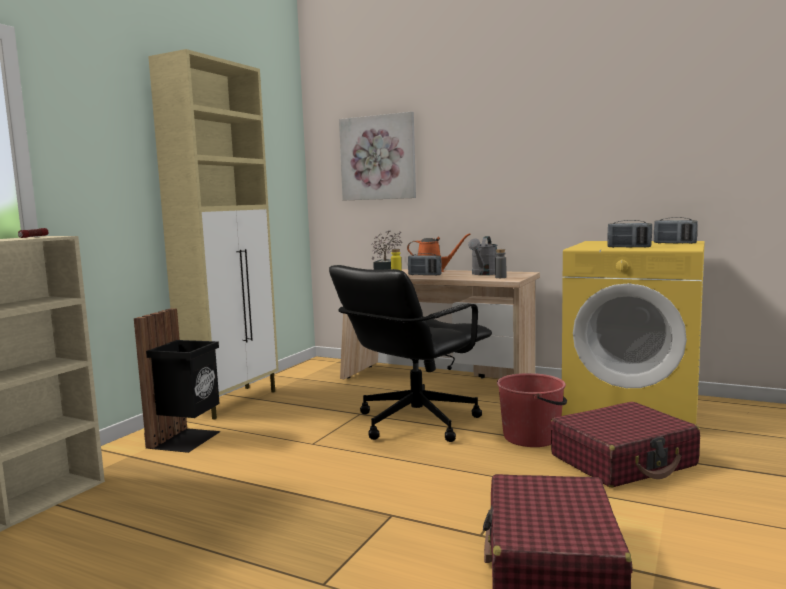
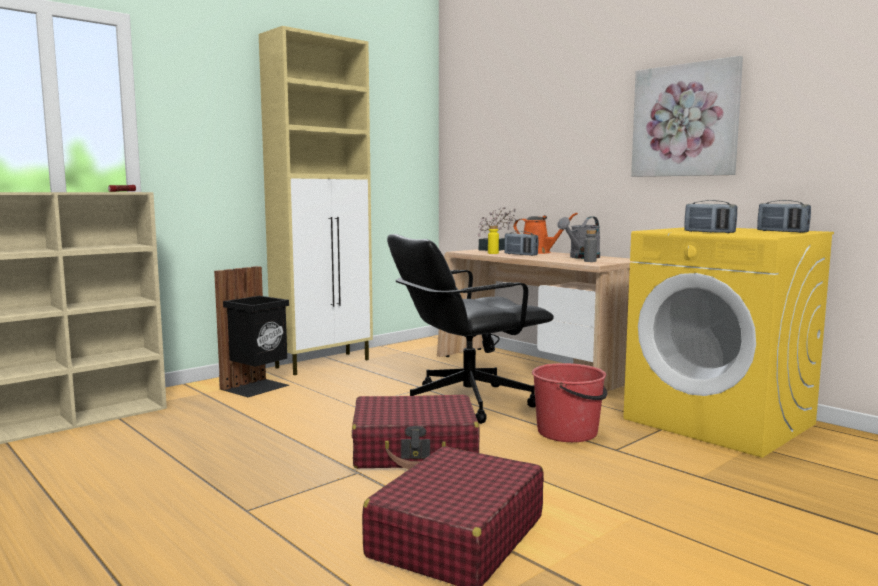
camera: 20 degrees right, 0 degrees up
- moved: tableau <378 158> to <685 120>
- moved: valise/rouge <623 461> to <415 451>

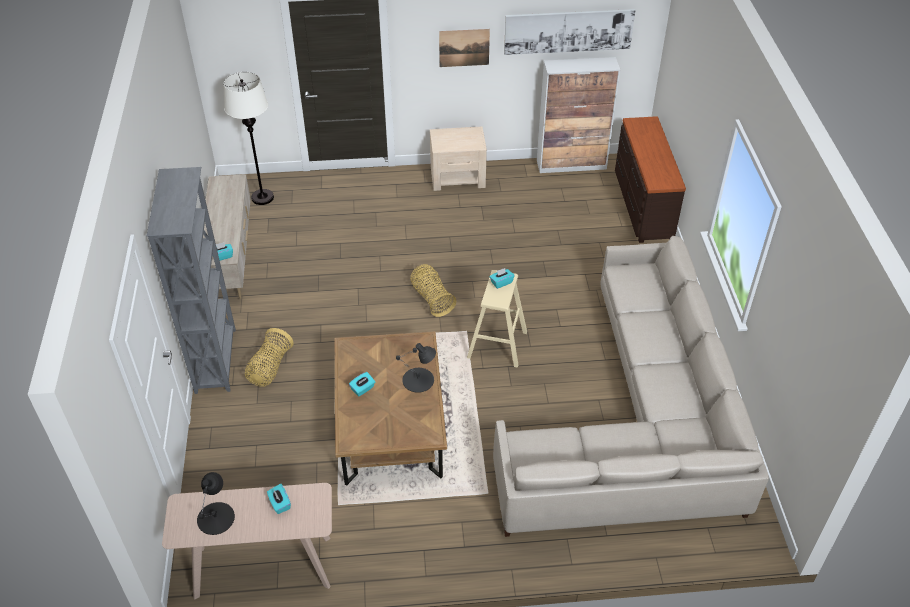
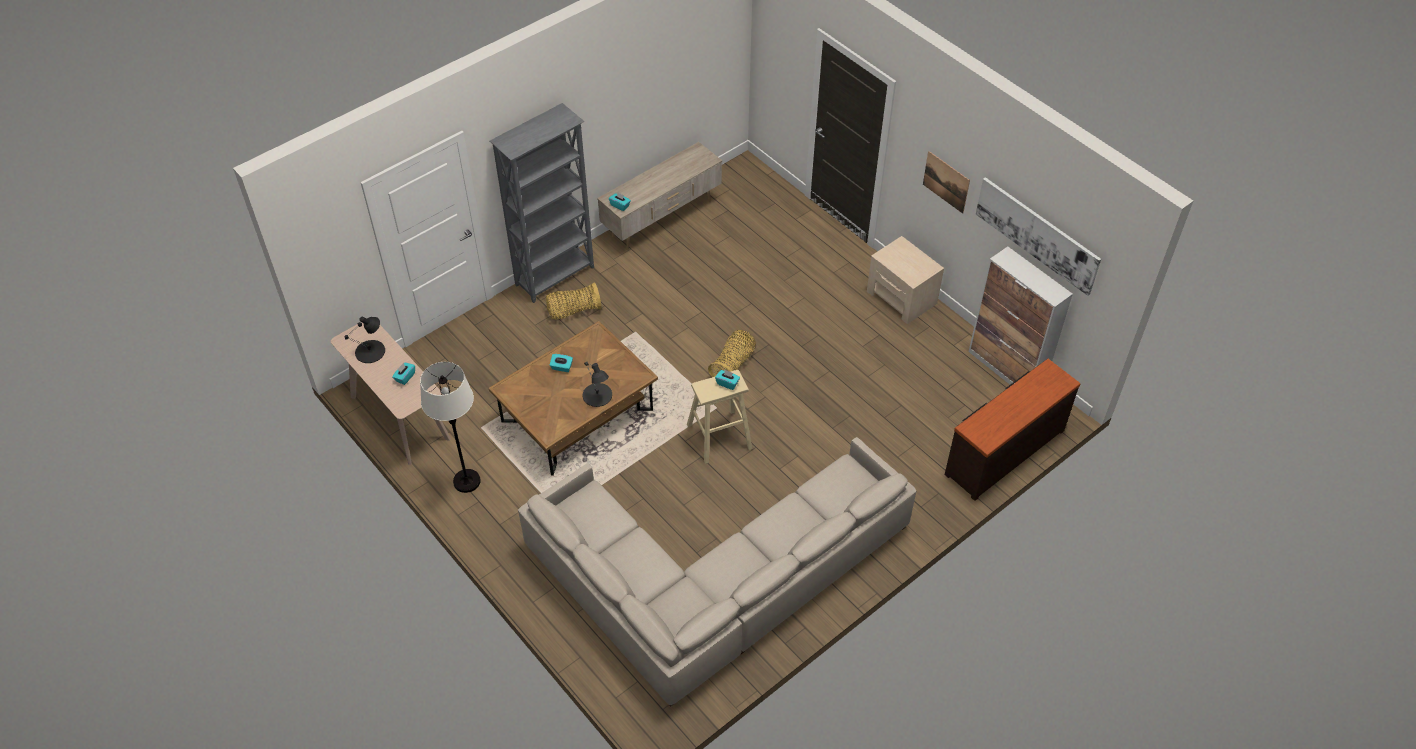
camera: 55 degrees right, 5 degrees up
- moved: lampadaire/blanc <262 197> to <467 481>

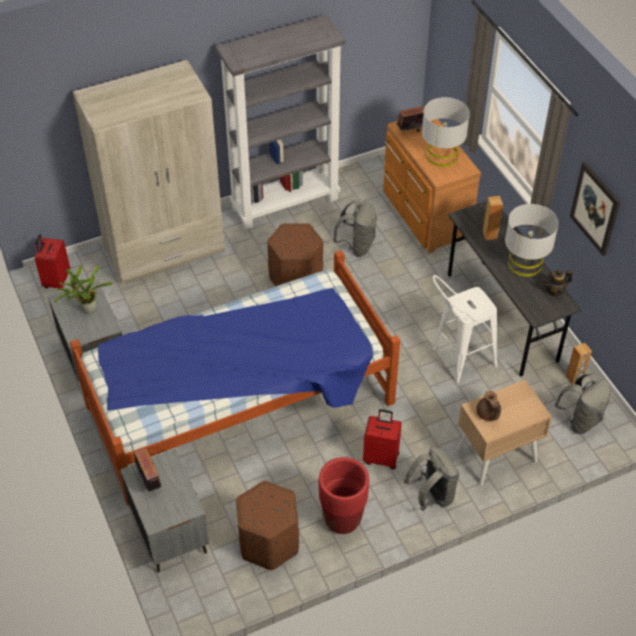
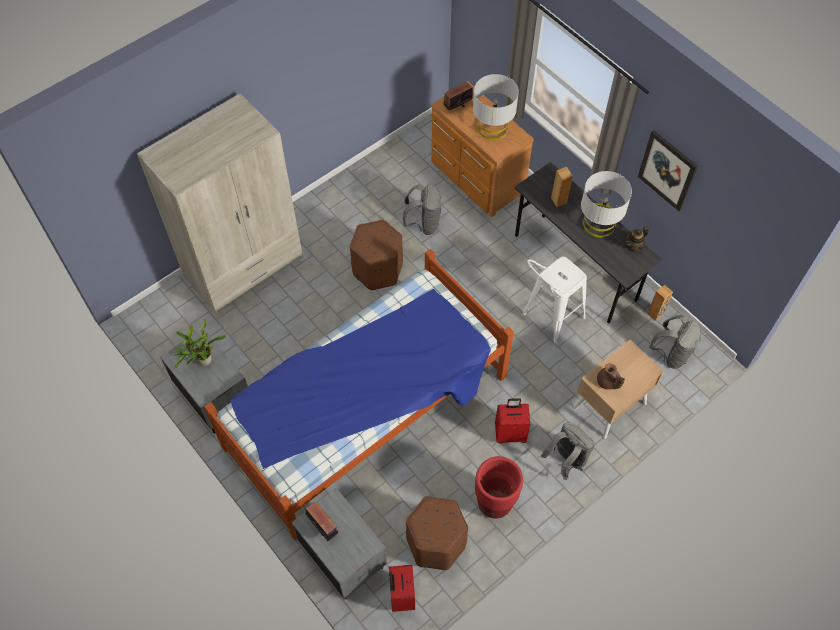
camera: 15 degrees left, 10 degrees up
- removed: bibliothèque/gris <285 203>
- moved: valise/rouge <56 280> to <401 595>

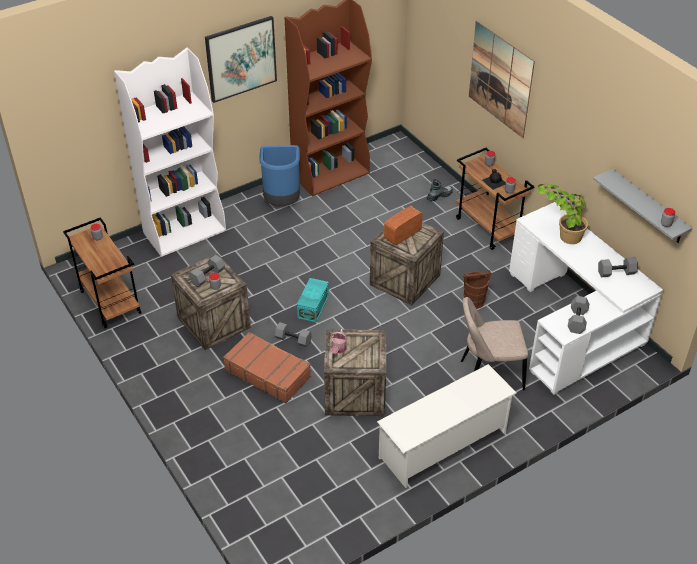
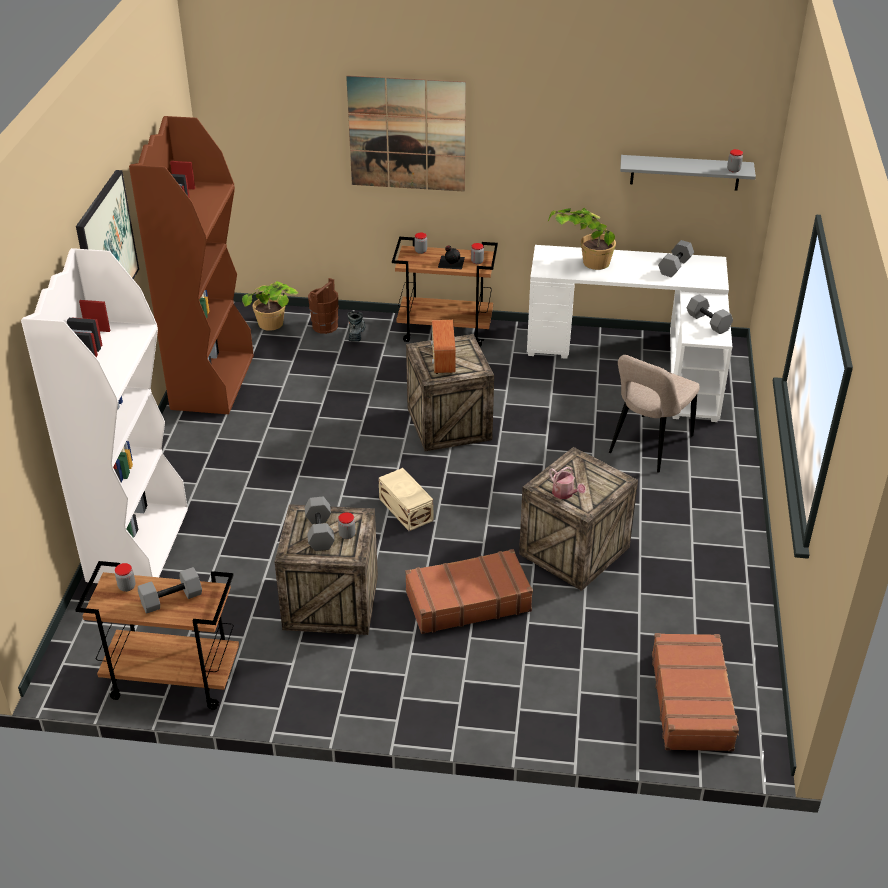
camera: 50 degrees left, 5 degrees down
- removed: poubelle/bleu <282 202>
- moved: seau/marron <474 301> to <325 326>
- recoloured: boîte de rangement/turquoise <312 307> to boîte de rangement/beige <405 510>
- moved: haltère/gris <294 339> to <172 598>
- removed: étagère à chaussures/blanc <443 445>
- added: plante en pot <275 330>
- added: valise/marron <692 701>

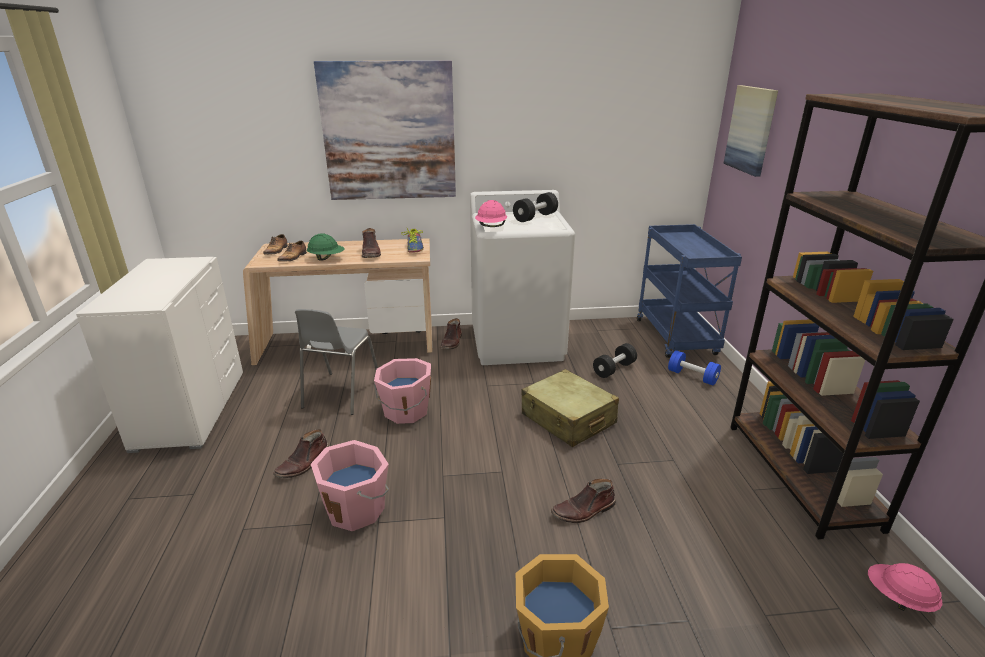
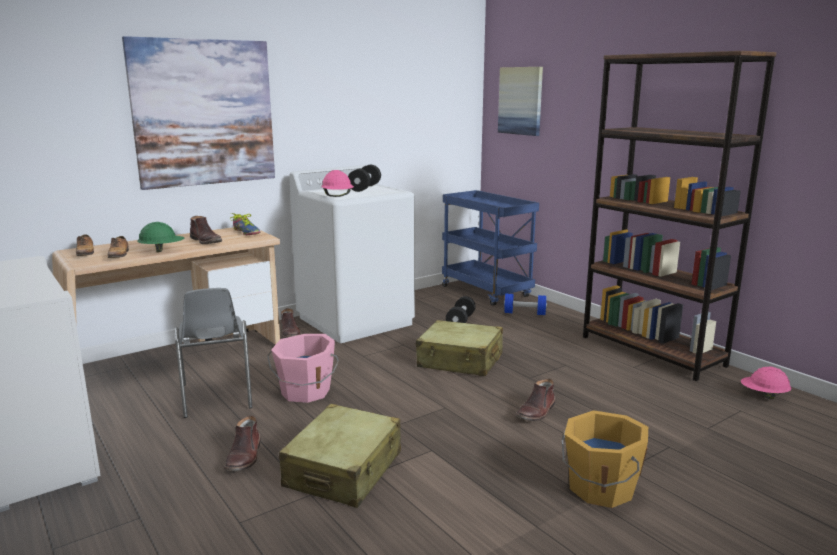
camera: 30 degrees left, 10 degrees down
- replaced: seau/rose <357 509> to valise/beige <344 470>

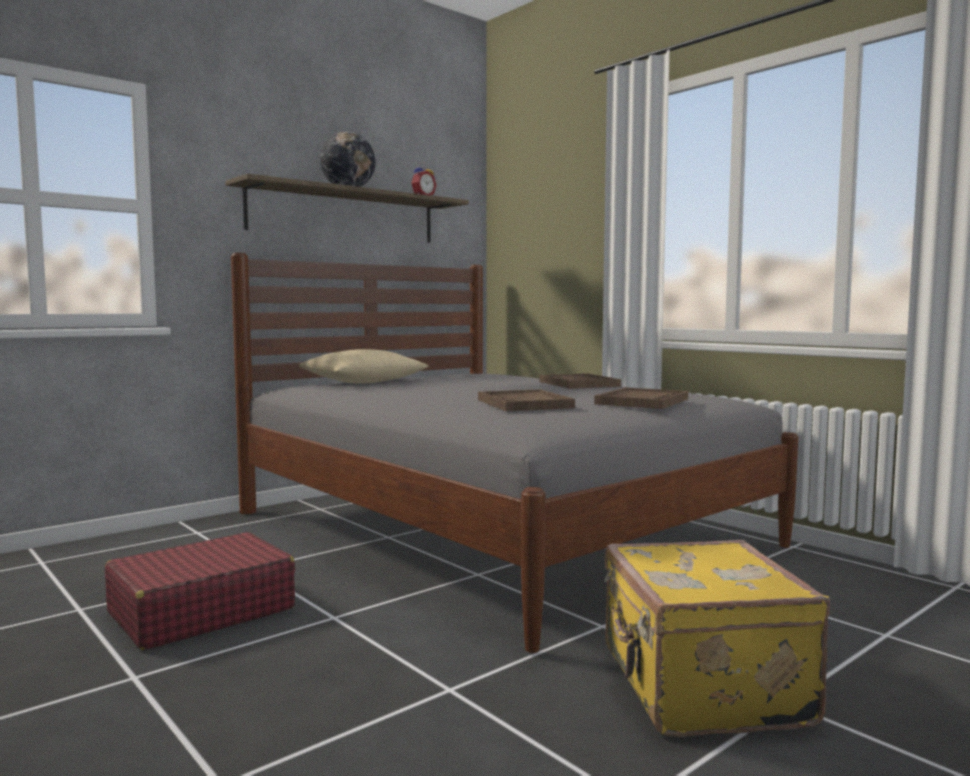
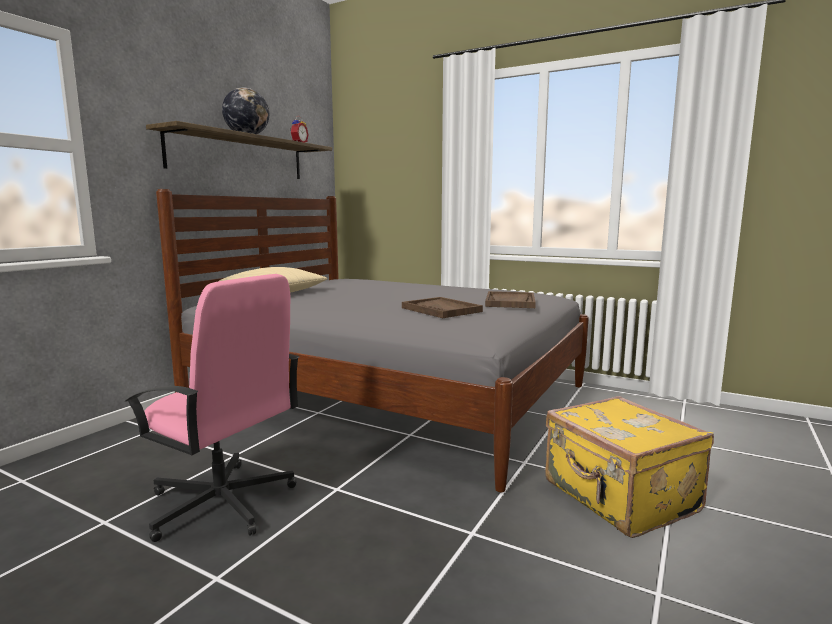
camera: 20 degrees left, 5 degrees up
- removed: plateau/marron <578 384>
- replaced: valise/rouge <201 611> to chaise de bureau/rose <222 503>

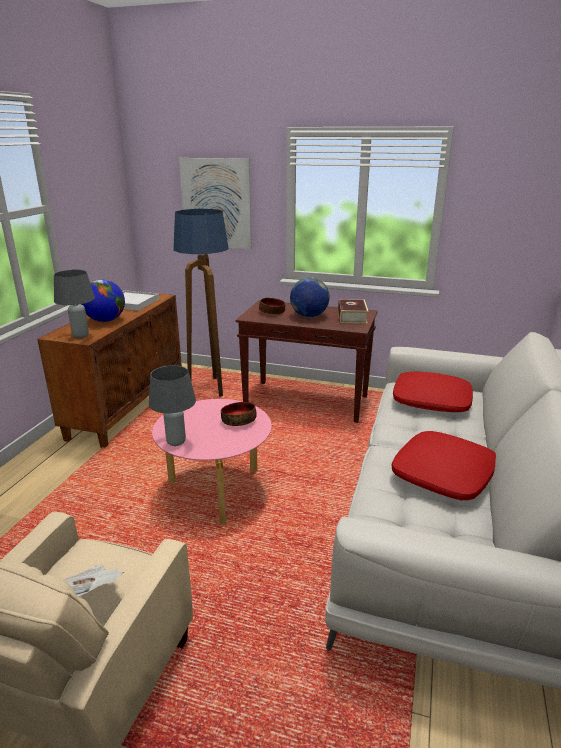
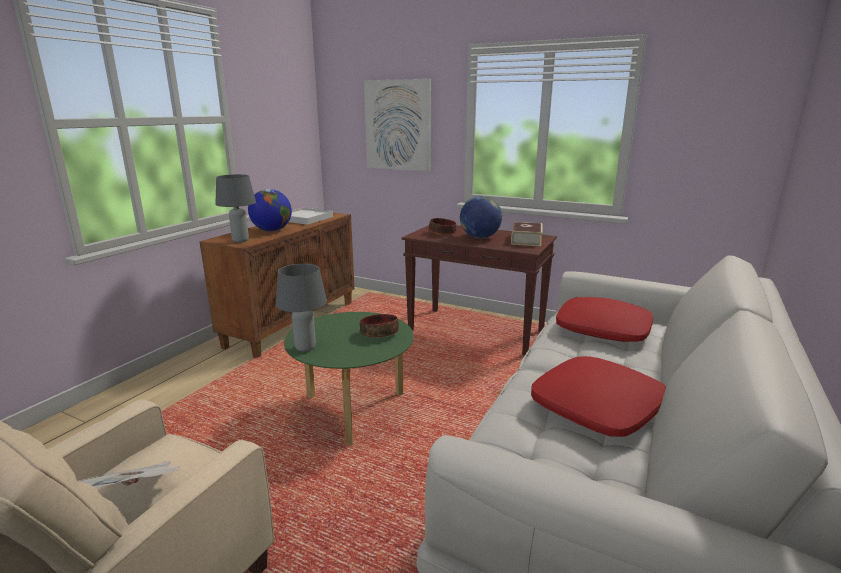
camera: 10 degrees right, 5 degrees down
- removed: lampadaire <209 387>
- recoloured: table basse/rose <216 491> to table basse/vert <353 410>

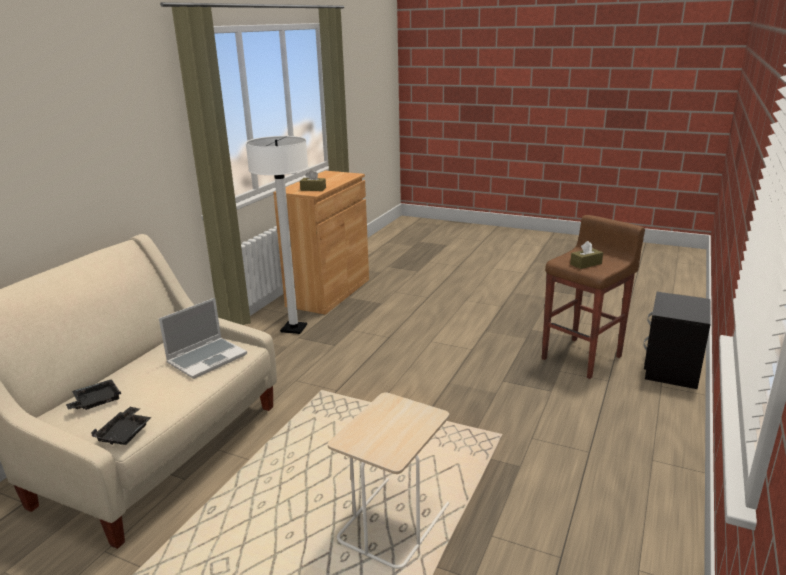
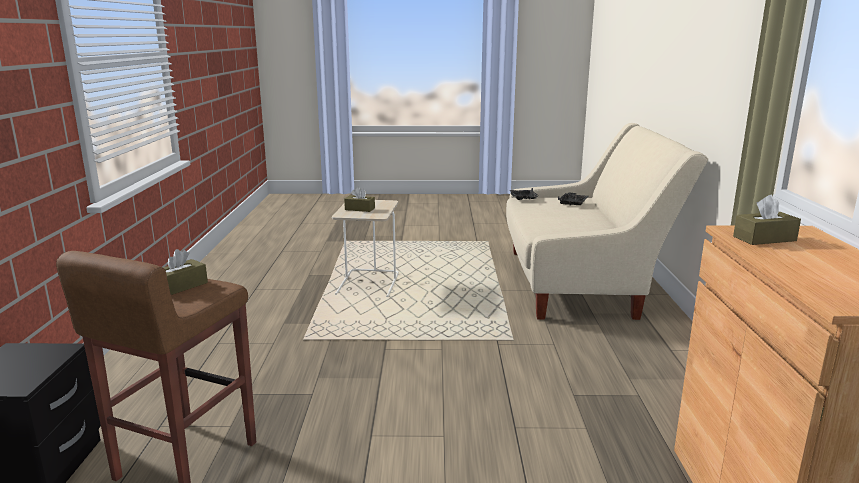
camera: 155 degrees right, 5 degrees down
- removed: lampadaire/blanc <294 328>
- removed: ordinateur portable <207 358>
- added: boîte à mouchoirs/marron <359 209>

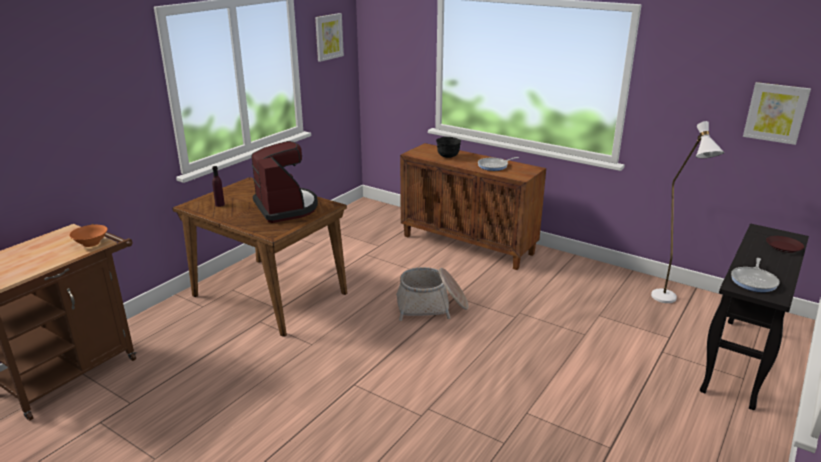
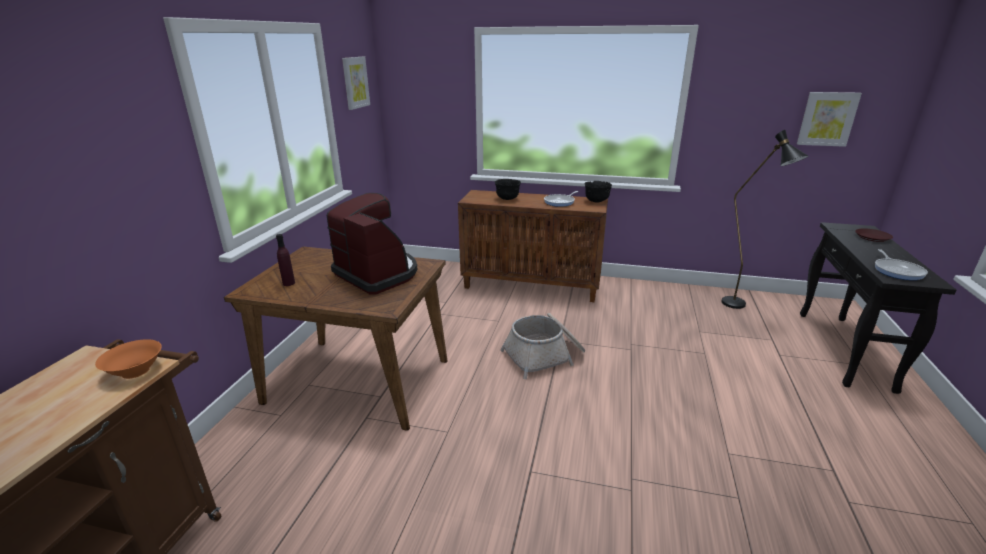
camera: 20 degrees left, 0 degrees up
- recoloured: lampadaire/blanc <668 301> to lampadaire/noir <740 307>
- added: bol/noir <596 201>

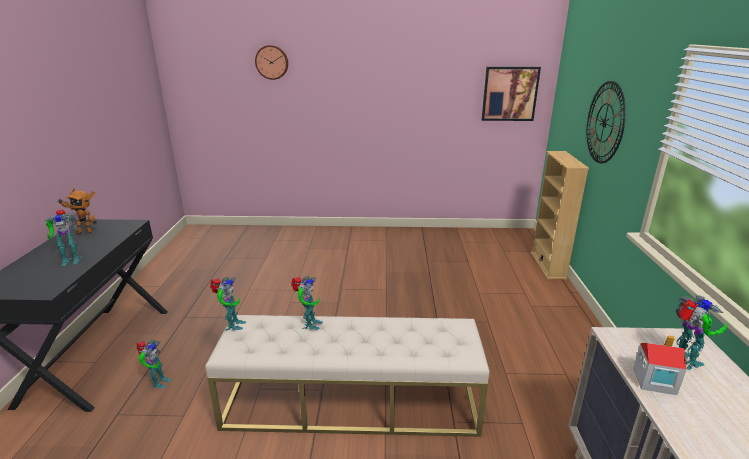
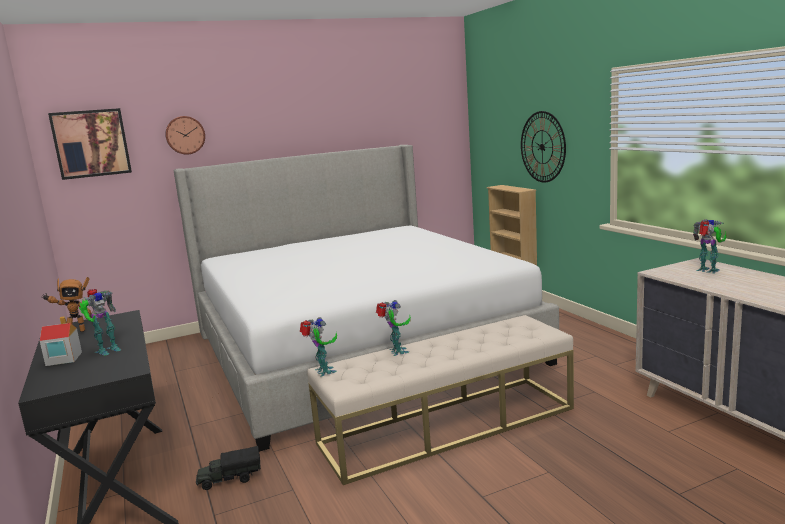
camera: 25 degrees left, 10 degrees down
- moved: tableau <509 94> to <91 143>
- moved: maison miniature <653 381> to <63 359>
- replaced: robot jouet <158 383> to camion jouet <230 479>
- added: lit <358 348>

